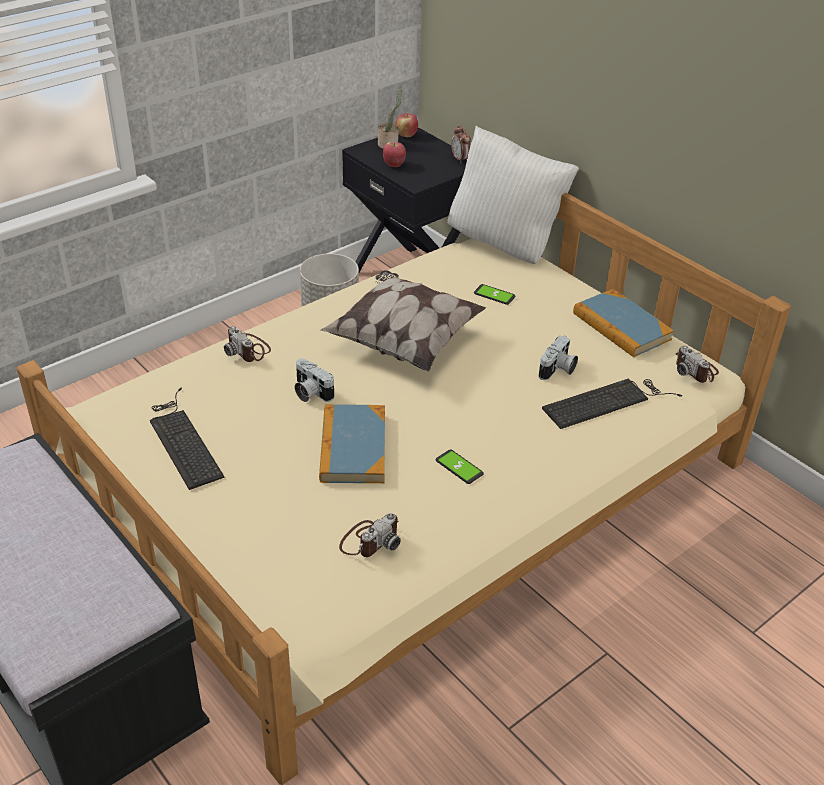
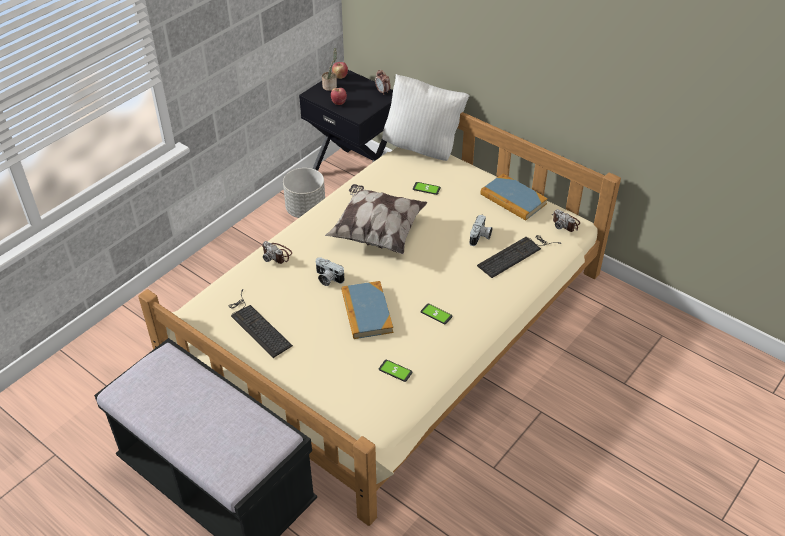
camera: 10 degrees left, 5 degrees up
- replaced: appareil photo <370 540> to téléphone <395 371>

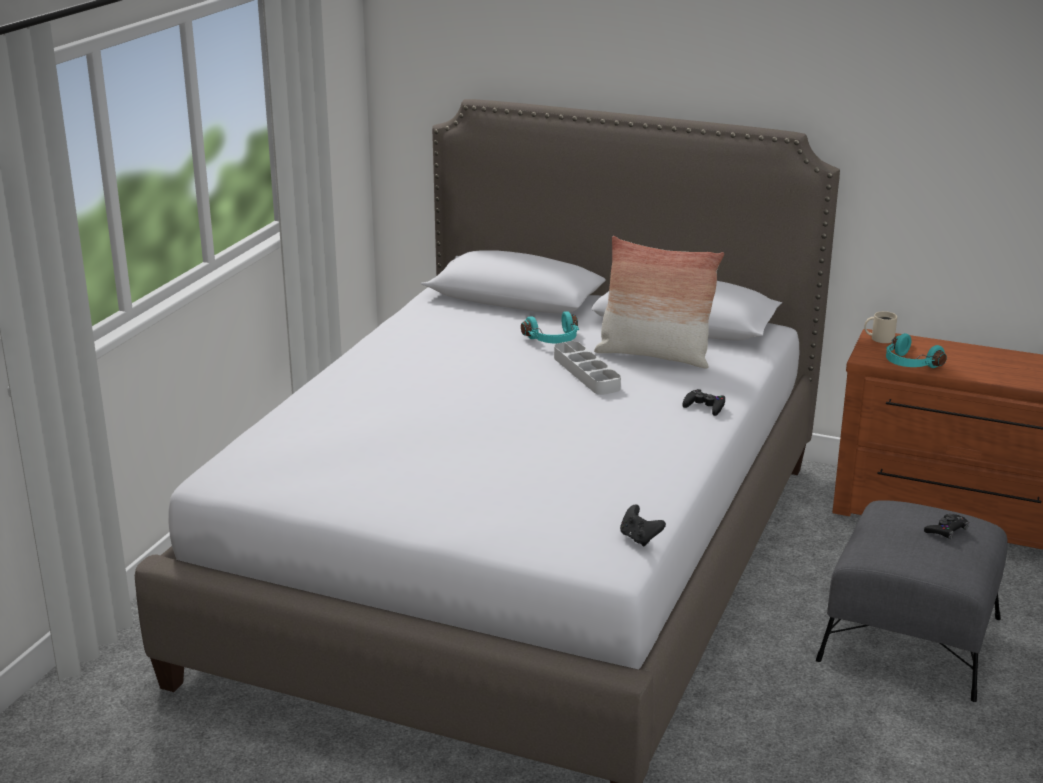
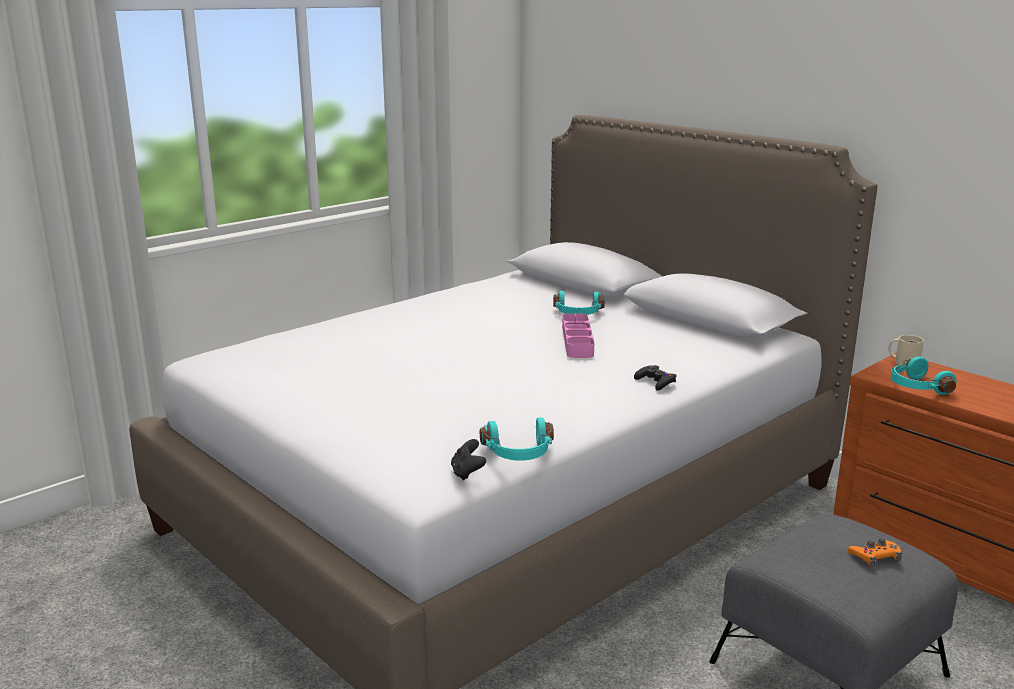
camera: 25 degrees right, 5 degrees down
- removed: coussin <654 356>
- recoloured: plateau/gris <586 373> to plateau/rose <577 340>
- recoloured: manette/noir <946 530> to manette/orange <875 557>
- added: casque audio/turquoise <519 454>

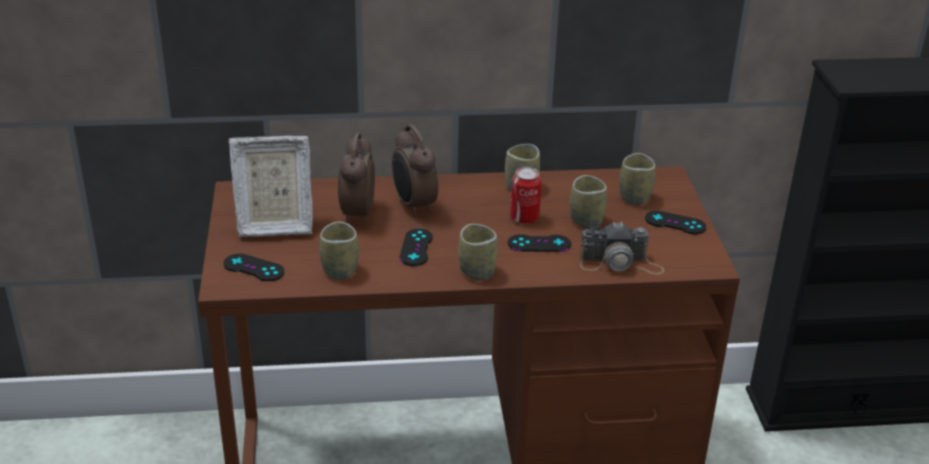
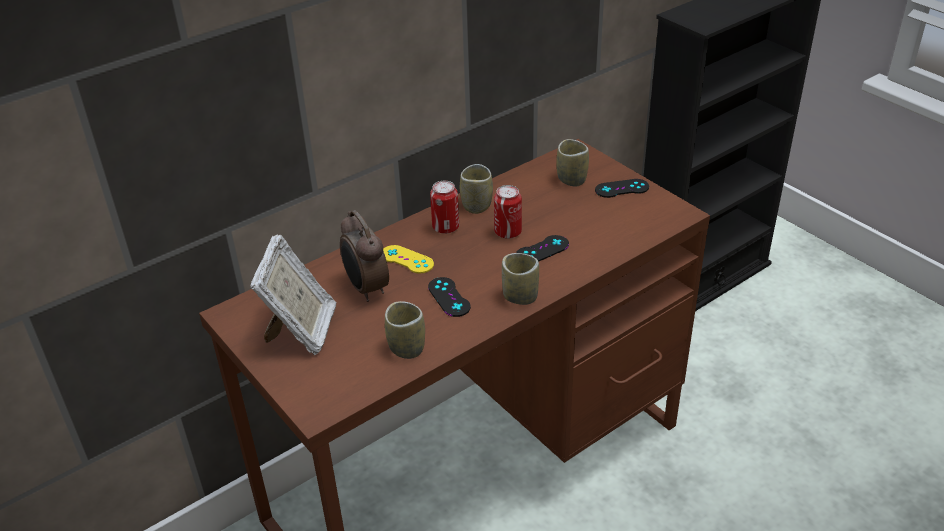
camera: 30 degrees left, 5 degrees up
- replaced: réveil <413 206> to manette/jaune <407 259>
- turned: cadre photo <274 225> = <301 331> 45 degrees counterclockwise
- removed: tasse <586 221>
- removed: appareil photo <620 263>
- removed: manette/noir <253 268>
- added: boîte métallique <445 227>

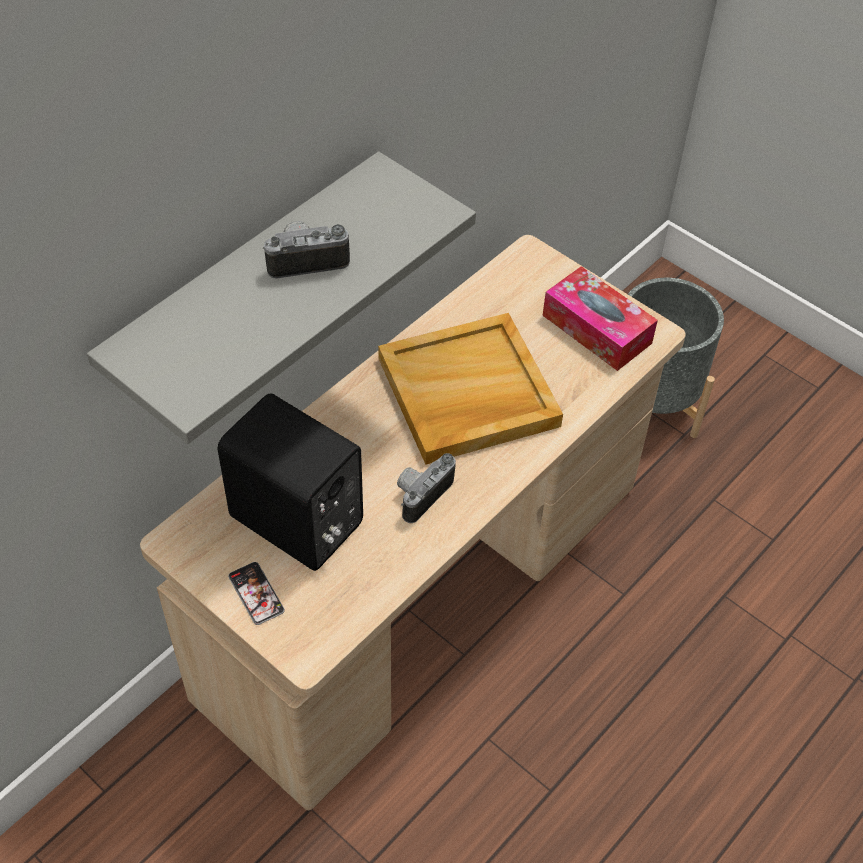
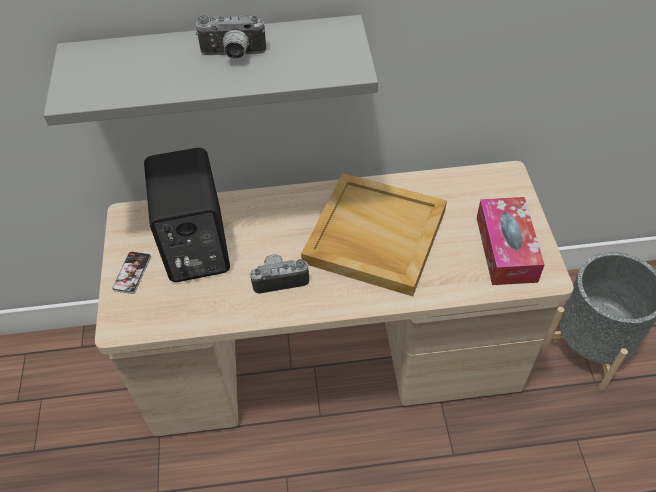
camera: 45 degrees right, 0 degrees up
- turned: appareil photo <306 260> = <233 55> 150 degrees clockwise

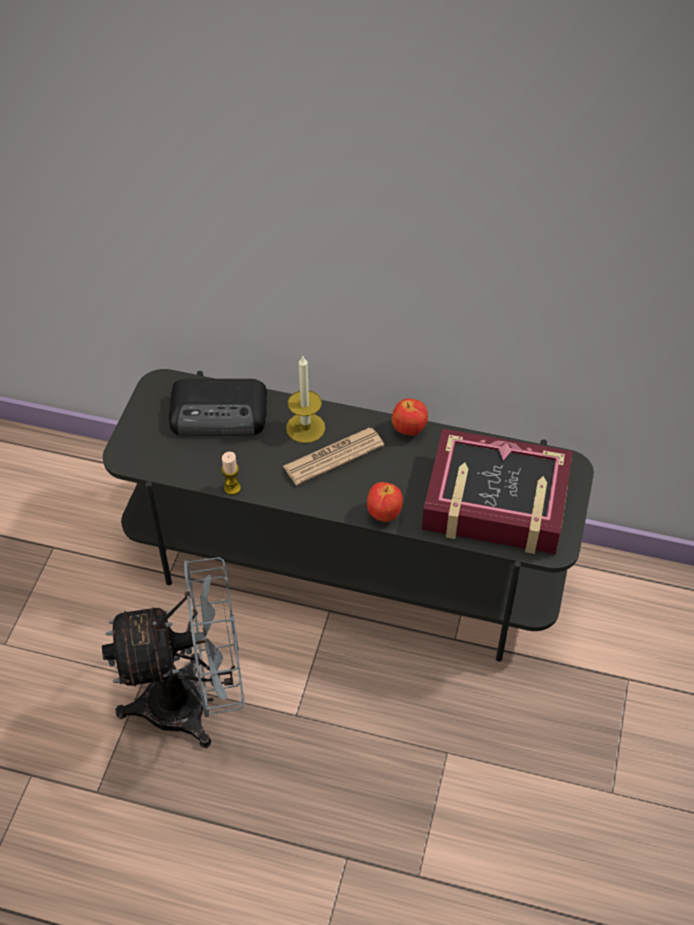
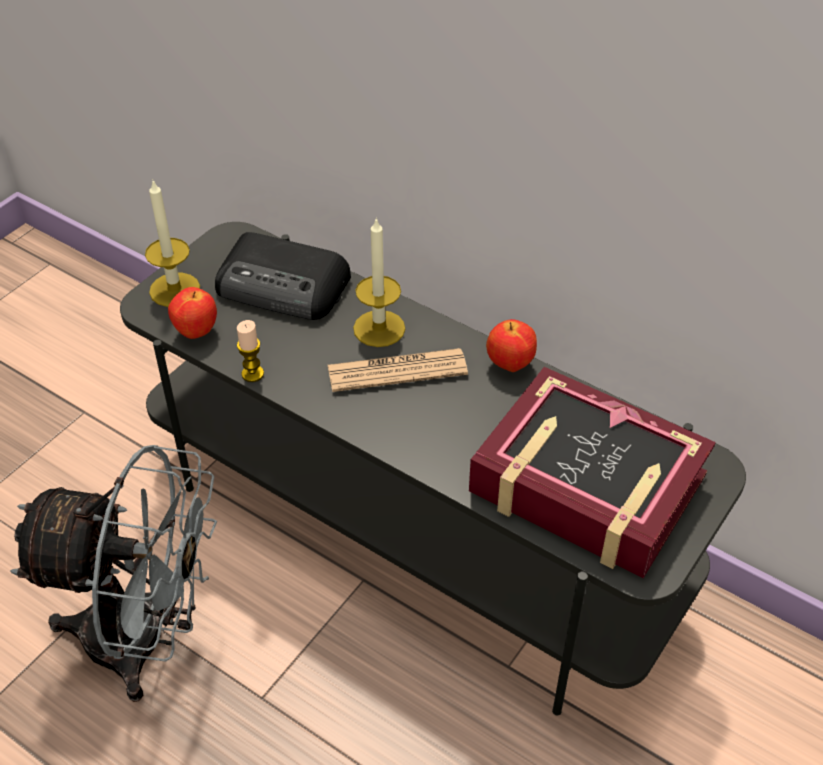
camera: 20 degrees right, 5 degrees down
- moved: pomme <383 514> to <196 331>
- added: bougie <174 290>

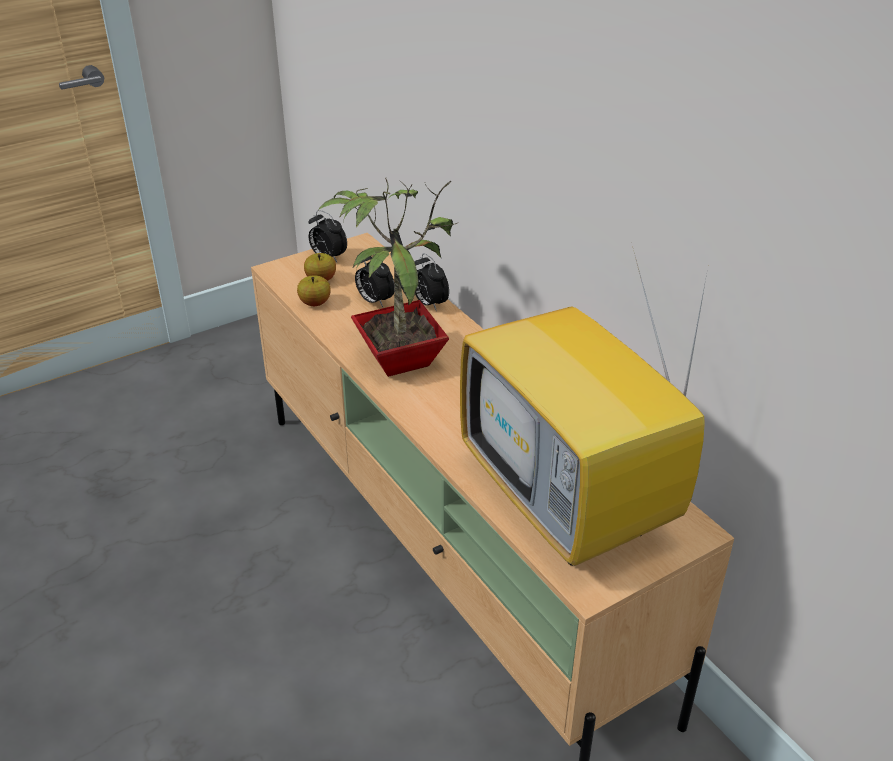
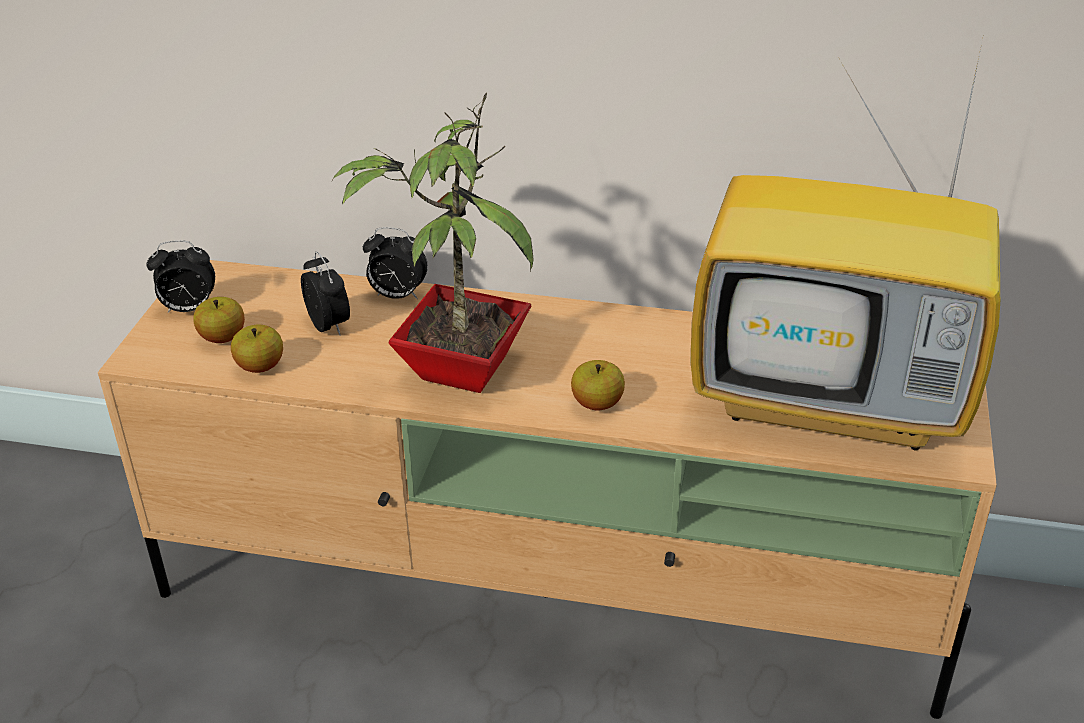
camera: 45 degrees left, 0 degrees up
- turned: réveil <374 301> = <329 326> 120 degrees counterclockwise
- added: pomme <597 404>

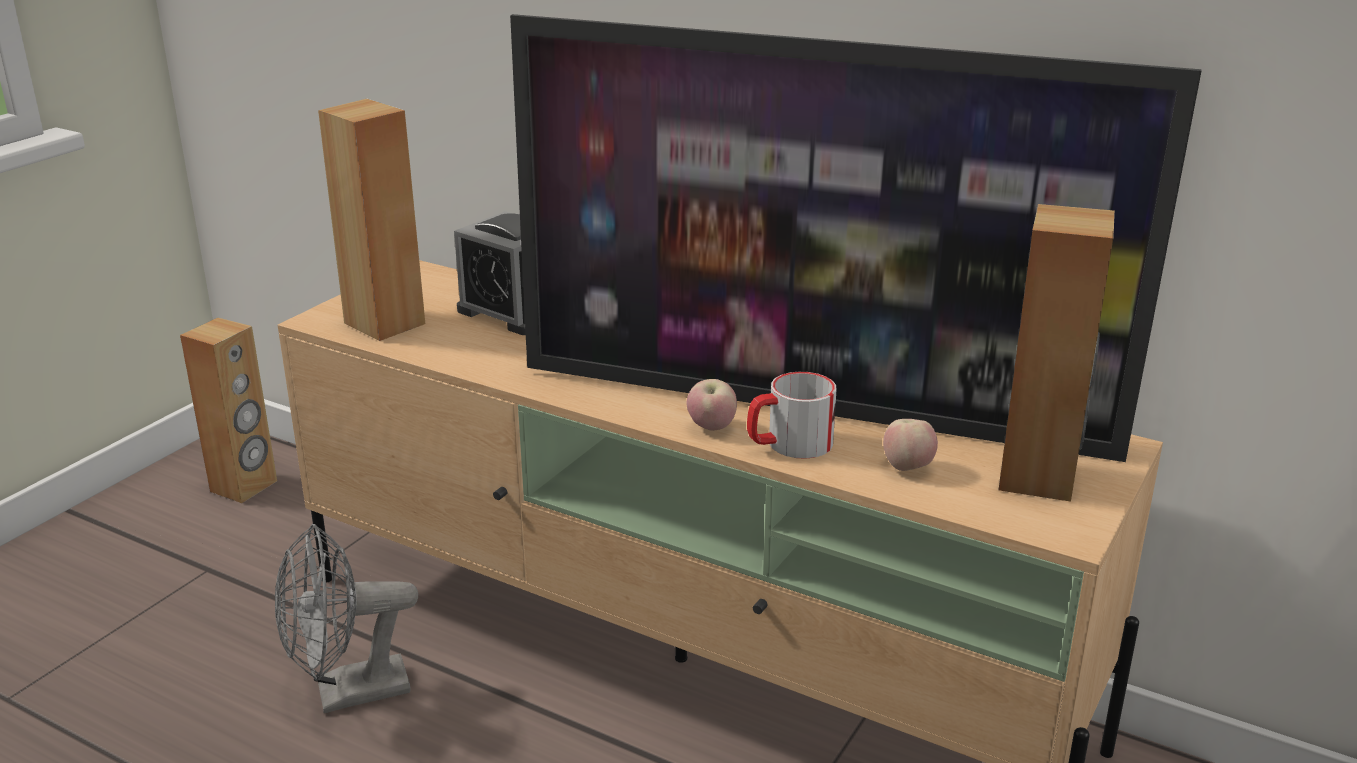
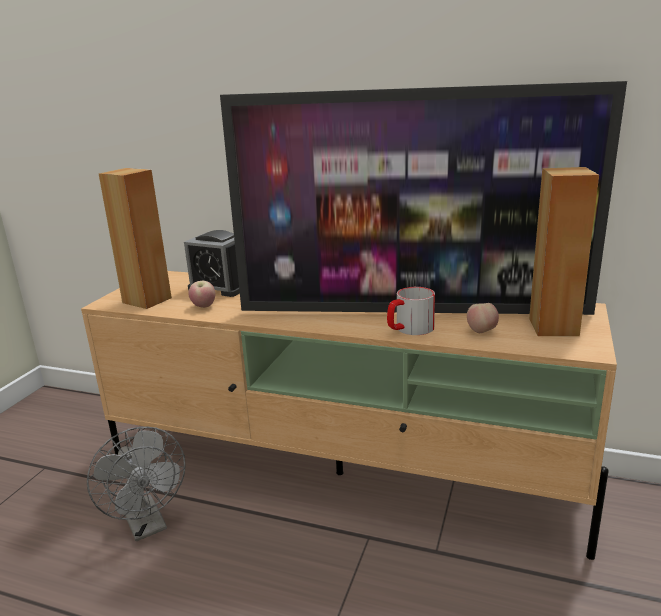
camera: 10 degrees left, 5 degrees down
- removed: enceinte/marron <244 486>
- moved: pomme <711 427> to <204 306>
- turned: ventilateur/gris <348 693> = <148 525> 90 degrees counterclockwise

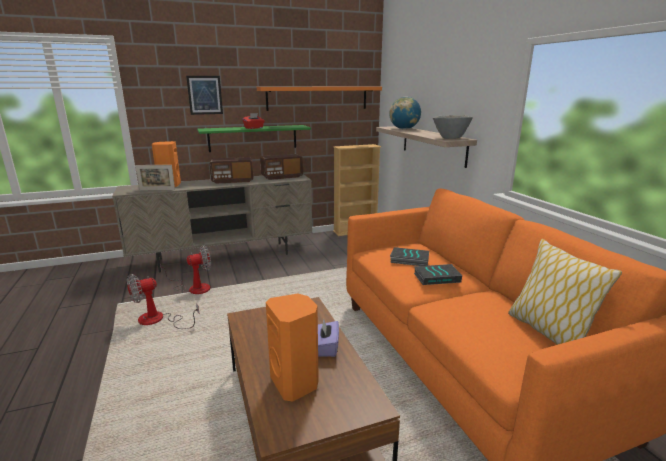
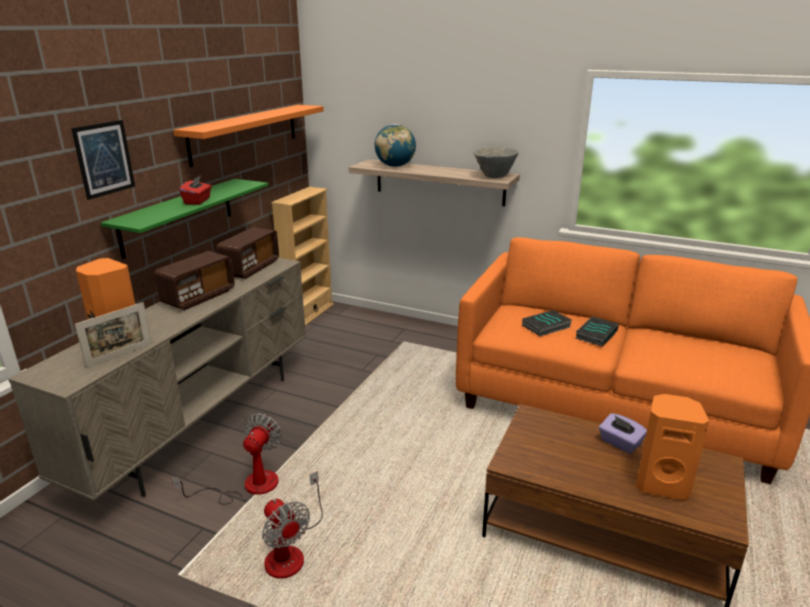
camera: 45 degrees left, 5 degrees up
- removed: coussin <548 332>
- turned: ventilateur <158 320> = <291 551> 45 degrees counterclockwise

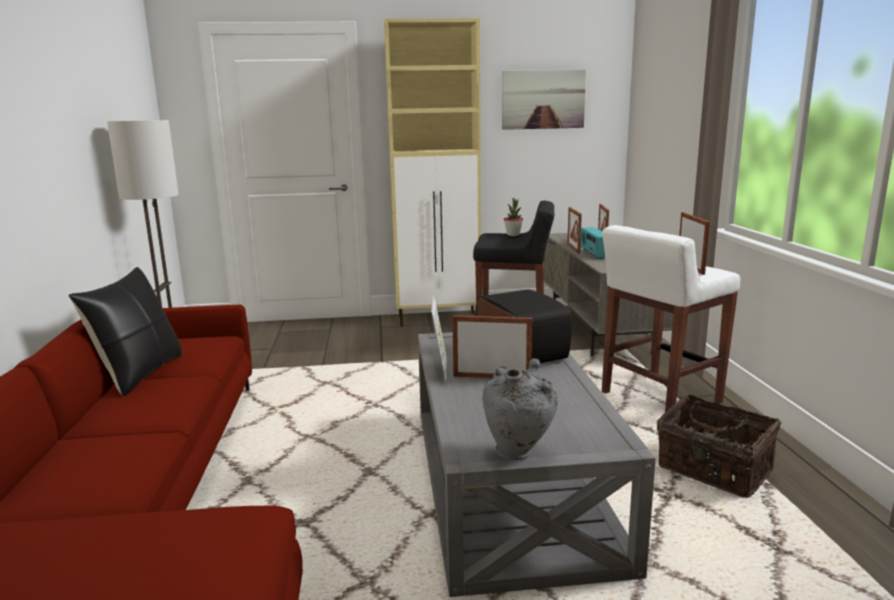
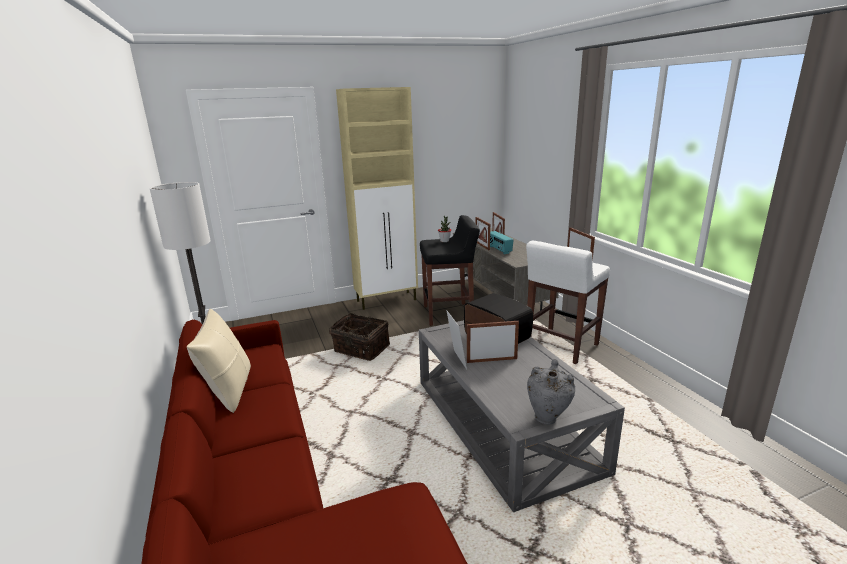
camera: 15 degrees left, 5 degrees up
- removed: tableau <543 99>
- recoloured: coussin/noir <139 374> to coussin/beige <229 390>
- moved: panier <713 470> to <361 349>

